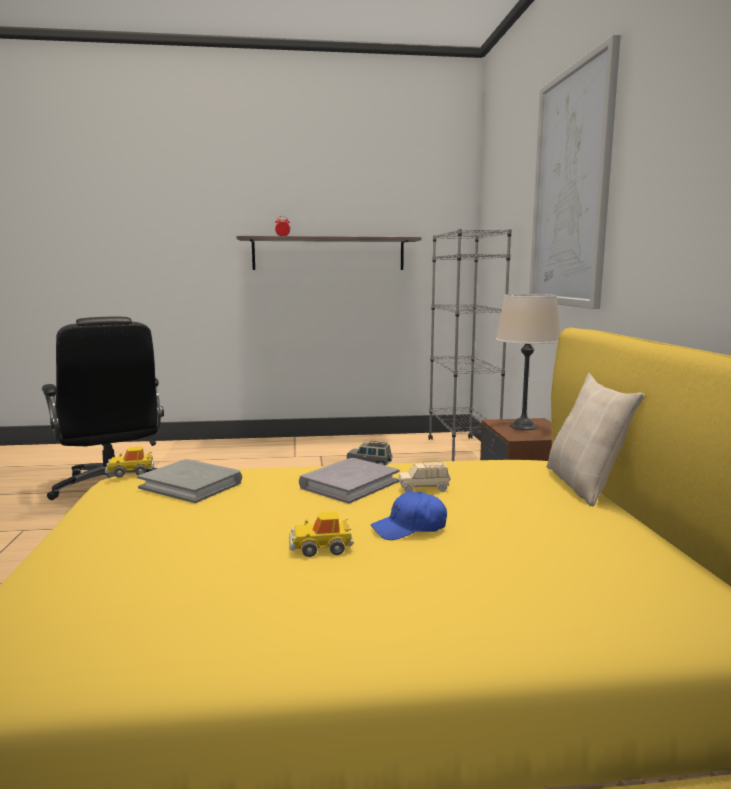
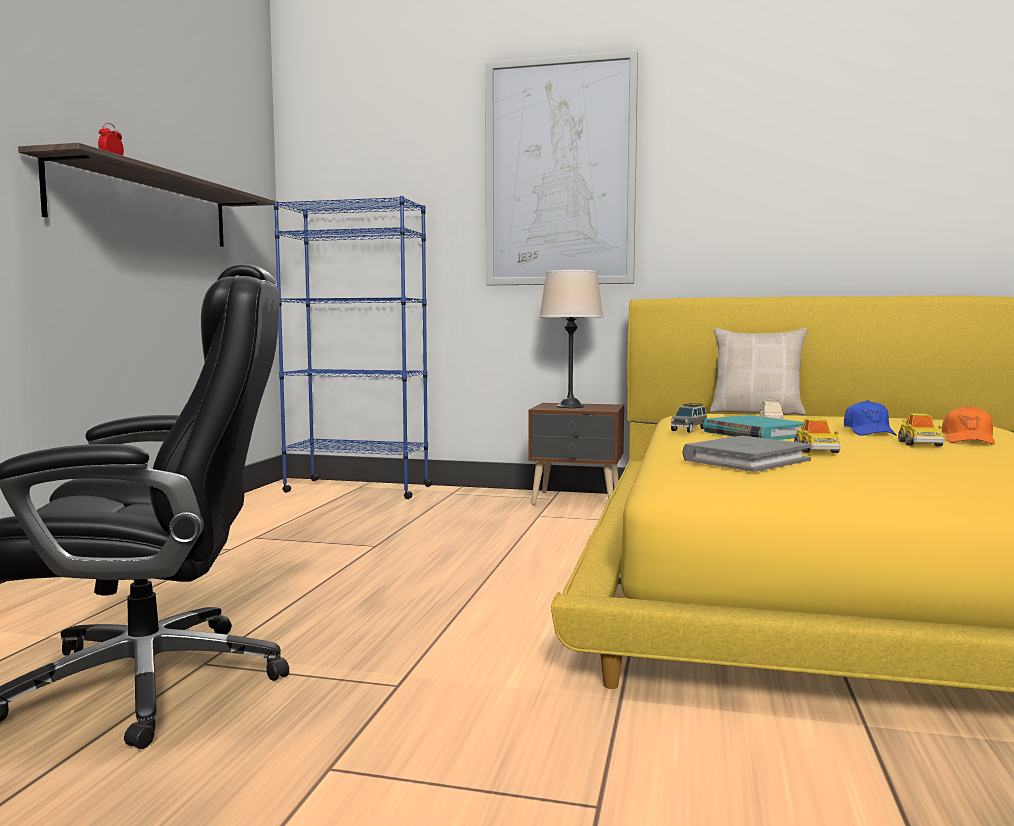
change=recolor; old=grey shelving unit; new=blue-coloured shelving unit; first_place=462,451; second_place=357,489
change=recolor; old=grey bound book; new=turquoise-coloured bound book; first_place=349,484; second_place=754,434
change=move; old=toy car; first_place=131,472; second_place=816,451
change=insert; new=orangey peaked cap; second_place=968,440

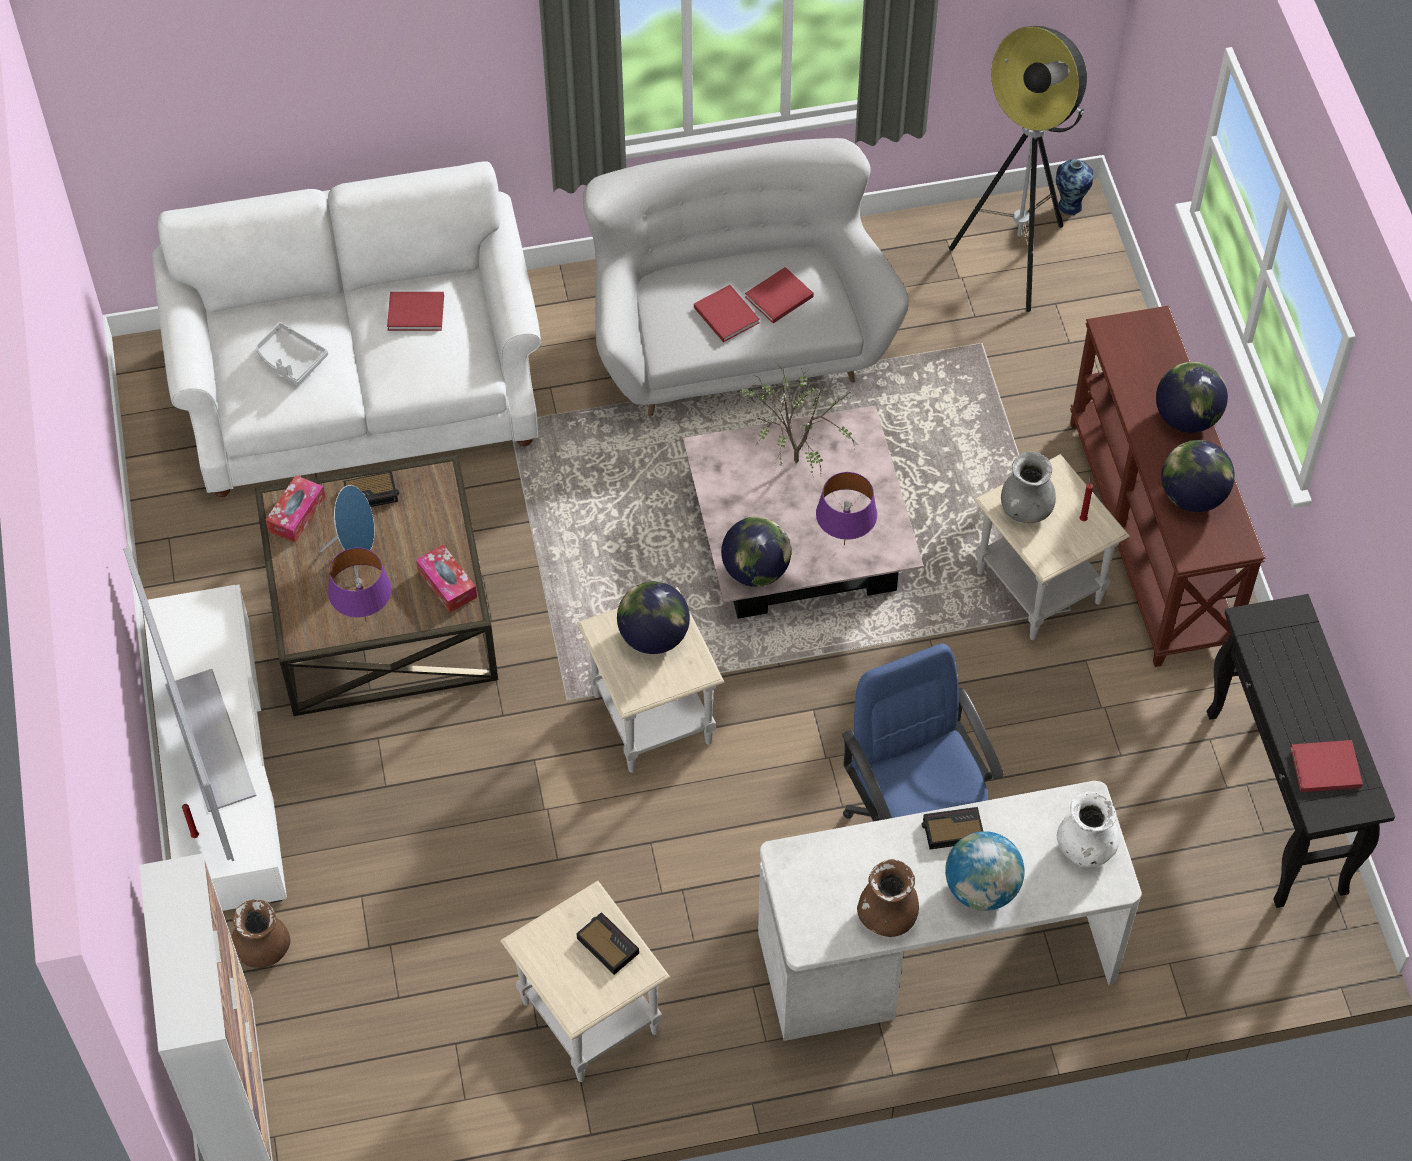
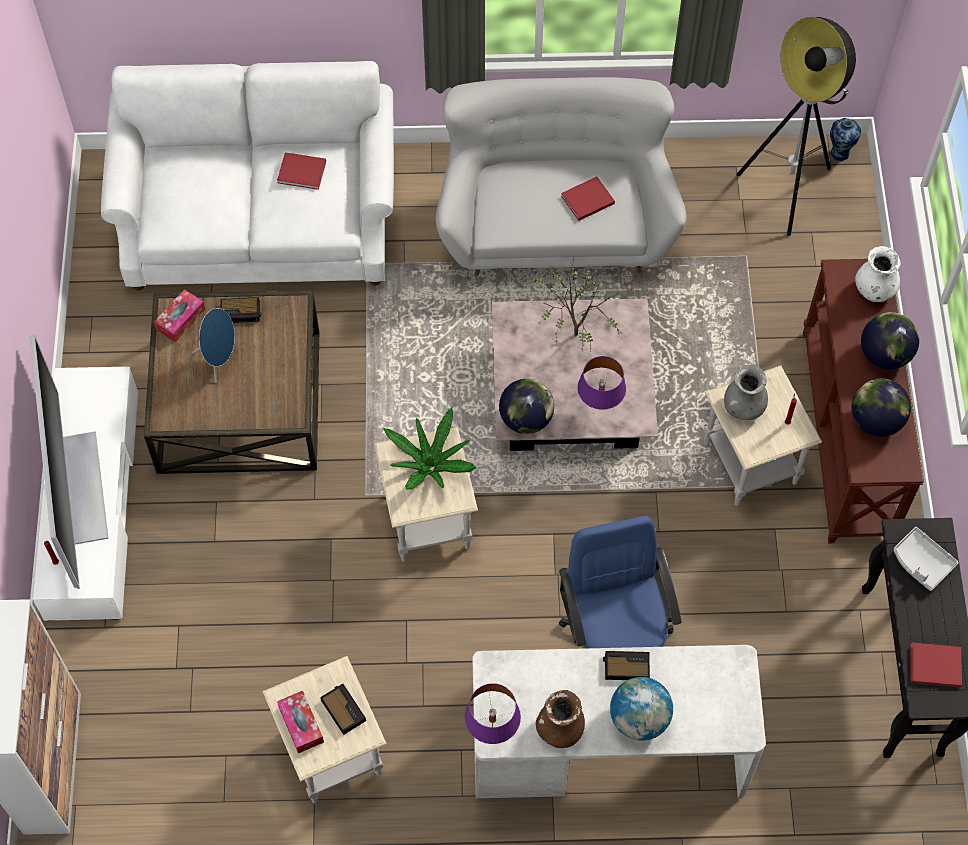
change=move; old=tissue holder; first_place=447,584; second_place=301,724
change=replace; old=globe; new=houseplant; first_place=653,636; second_place=430,464
change=move; old=purplish tabletop lamp; first_place=366,622; second_place=492,734
change=move; old=whitish flower vase; first_place=1085,848; second_place=874,290
change=move; old=grey serving tray; first_place=290,360; second_place=921,562
change=delete; old=brown-coloured flower vase; first_place=263,950
change=delete; old=red-coloured bound book; first_place=725,314

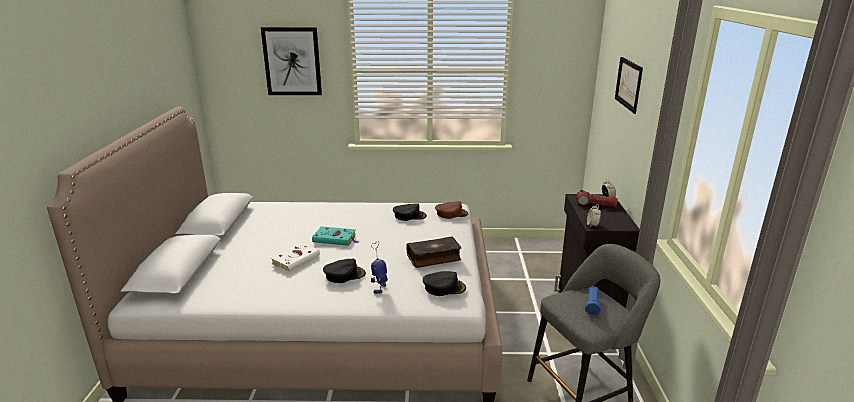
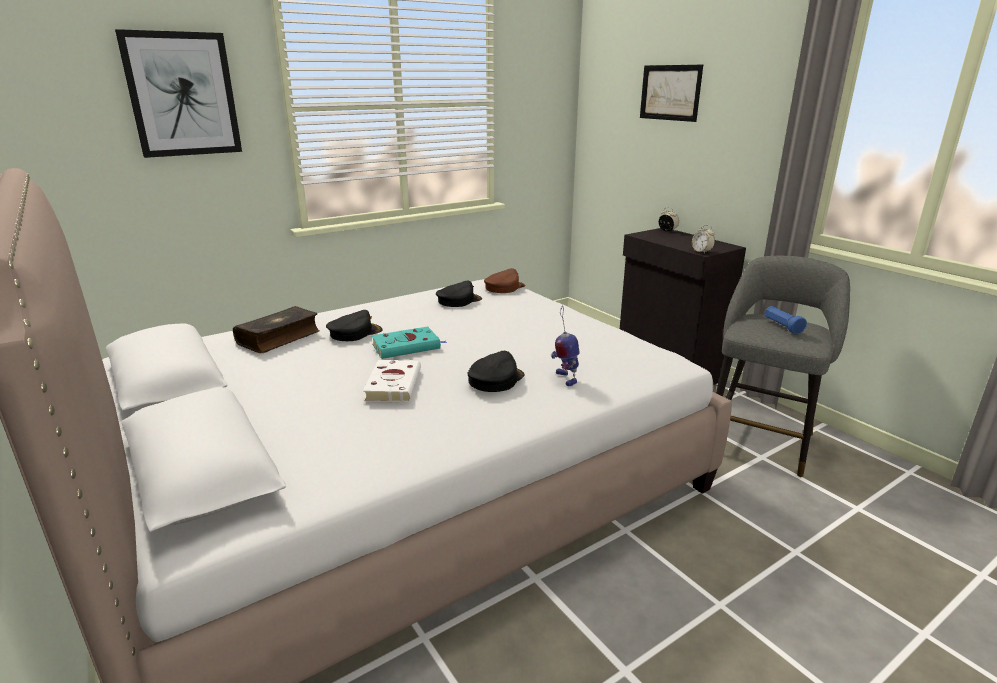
change=move; old=bound book; first_place=434,257; second_place=279,338
change=move; old=blackish peaked cap; first_place=444,287; second_place=355,333
change=delete; old=torch; first_place=595,204

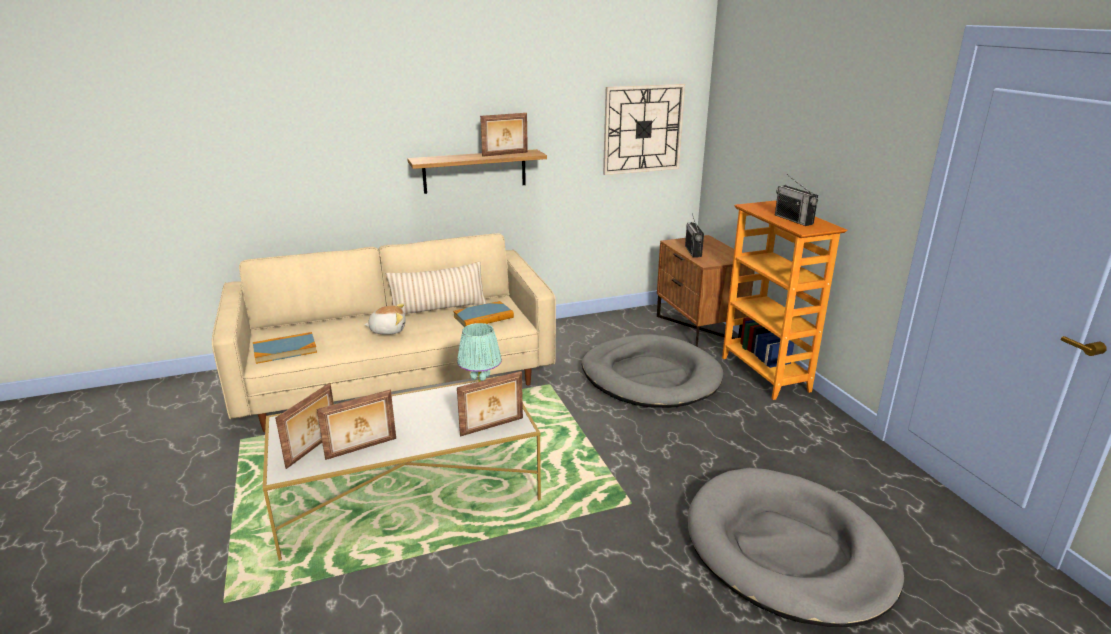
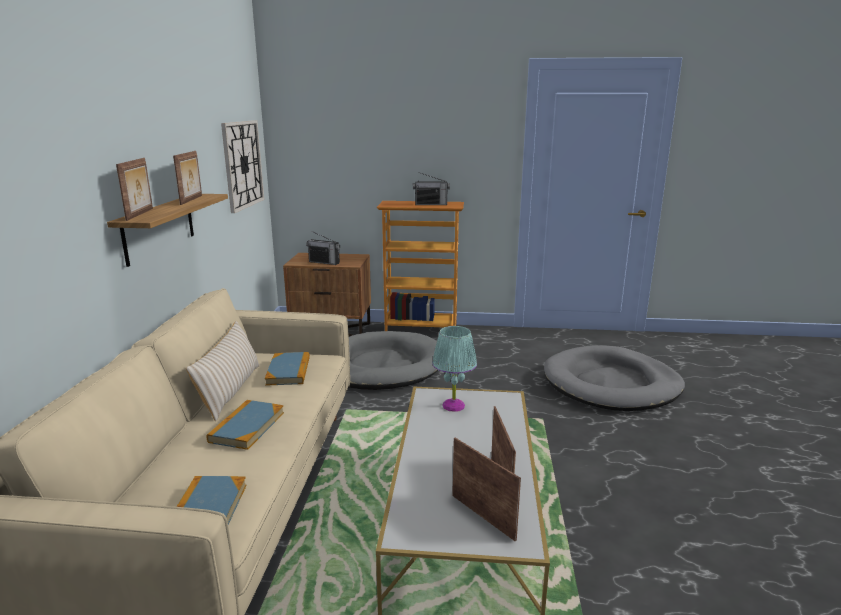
change=move; old=standing frame; first_place=492,427; second_place=141,214
change=replace; old=cuddly toy; new=bound book; first_place=388,330; second_place=247,427

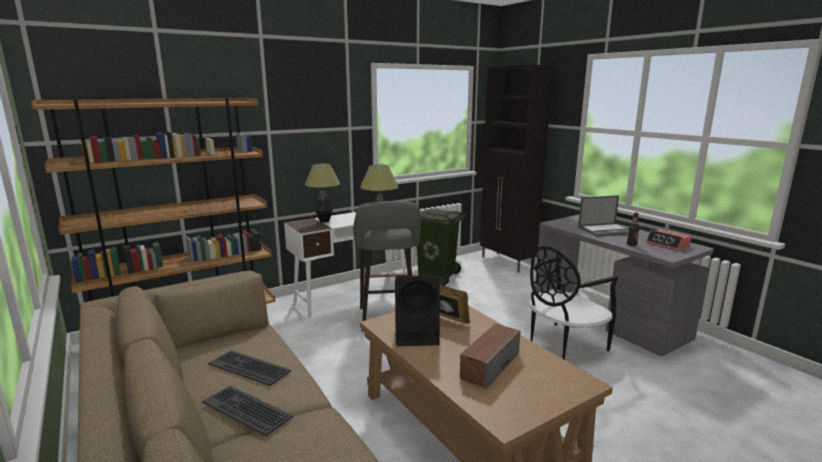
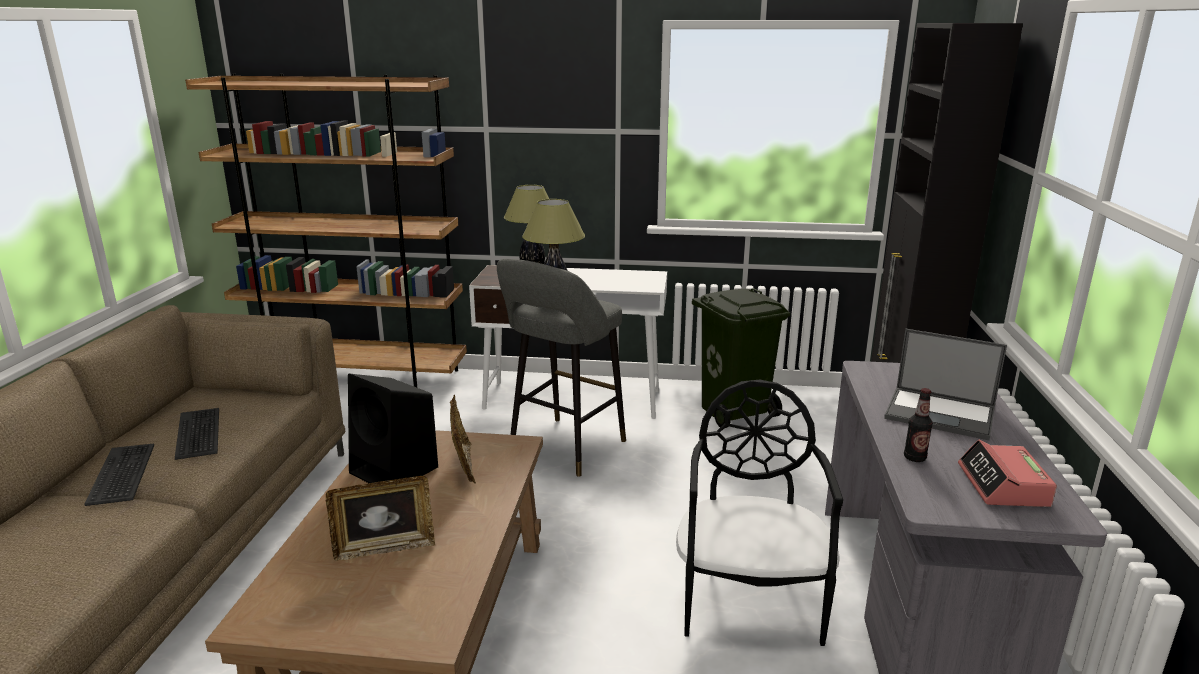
change=replace; old=speaker; new=standing frame; first_place=490,365; second_place=384,548
change=rotate; old=blackish upright chair; first_place=563,344; second_place=750,600; degrees=90

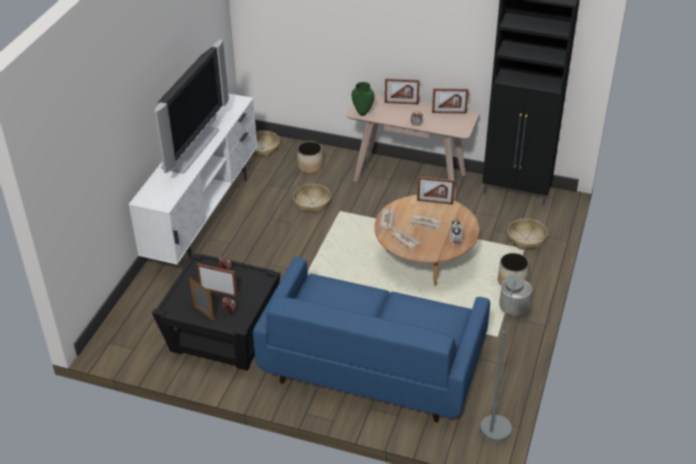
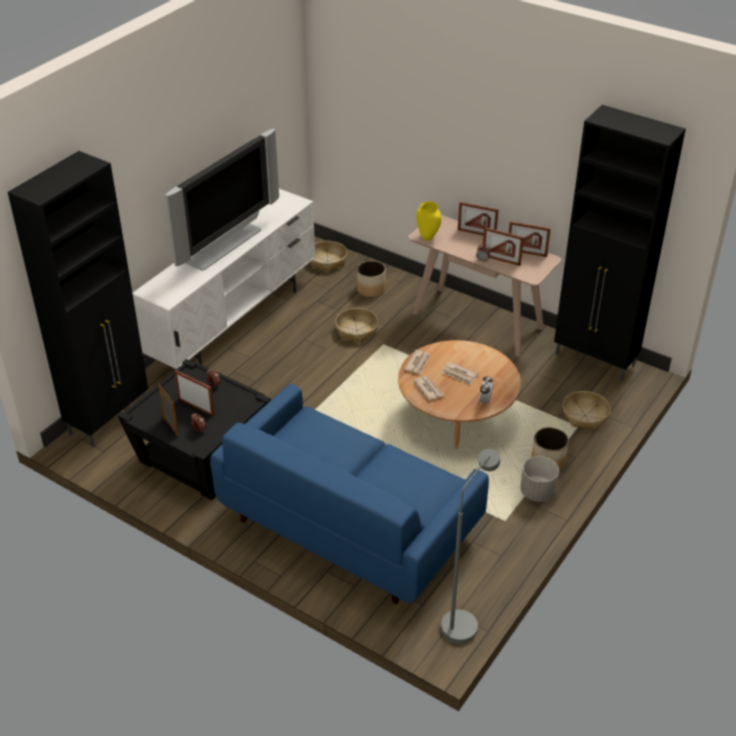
change=insert; new=blackish storage cabinet; second_place=110,418
change=recolor; old=green-coloured flower vase; new=yellow-coloured flower vase; first_place=362,113; second_place=427,238
change=move; old=standing frame; first_place=435,202; second_place=501,260

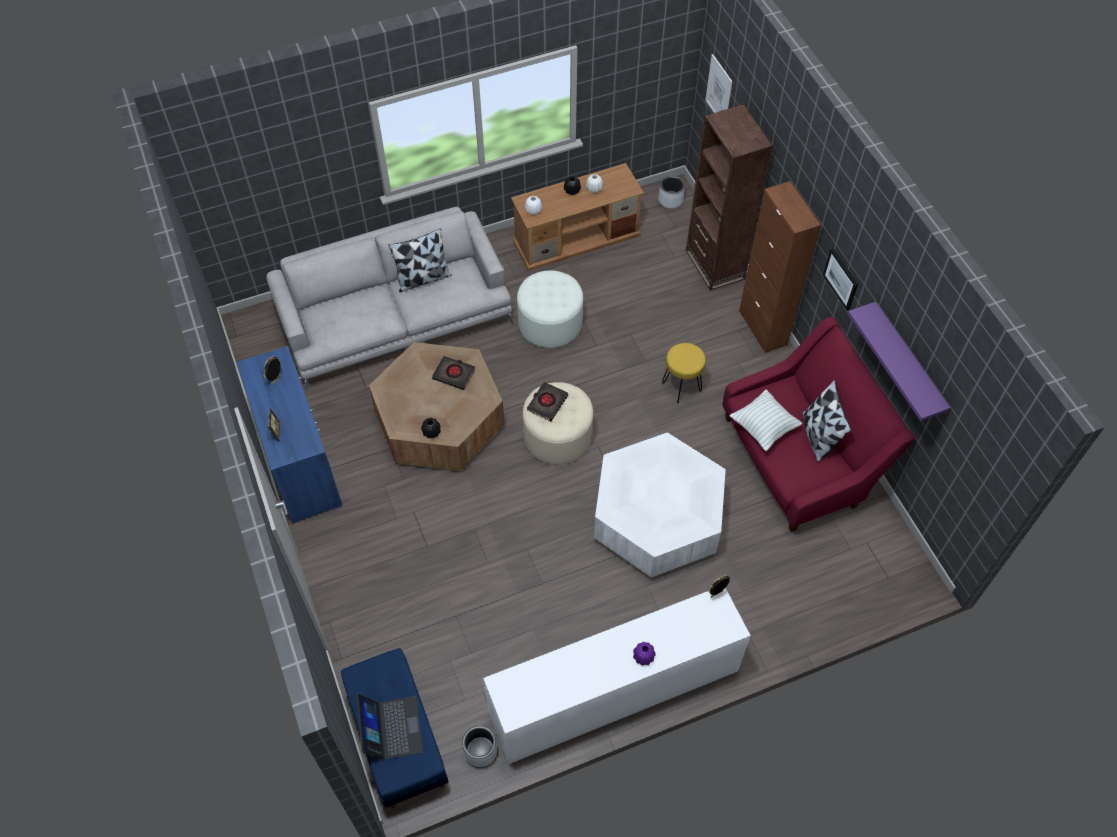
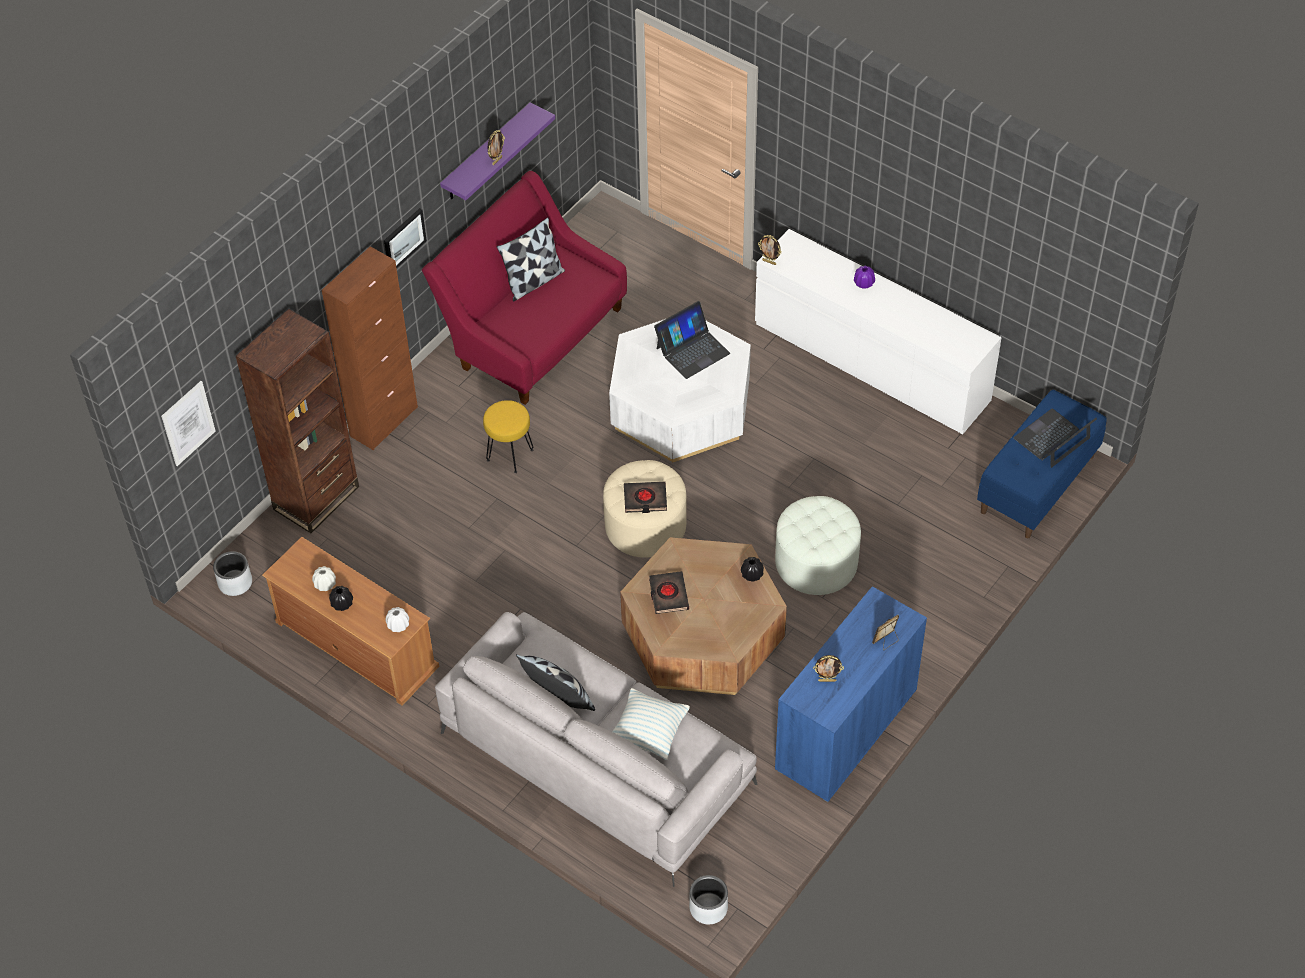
change=insert; new=standing frame; second_place=497,160
change=move; old=throw pillow; first_place=763,427; second_place=649,733
change=insert; new=portable computer; second_place=692,350
change=move; old=grey plant pot; first_place=480,750; second_place=708,908
change=move; old=whitish footrest; first_place=550,323; second_place=816,563

